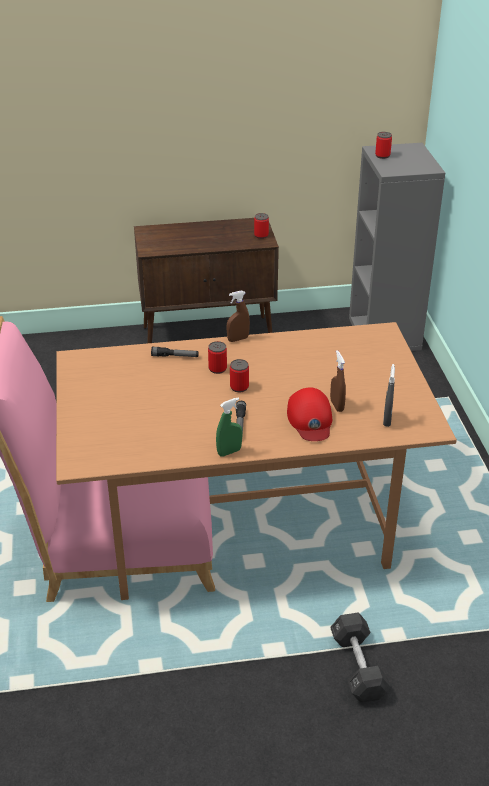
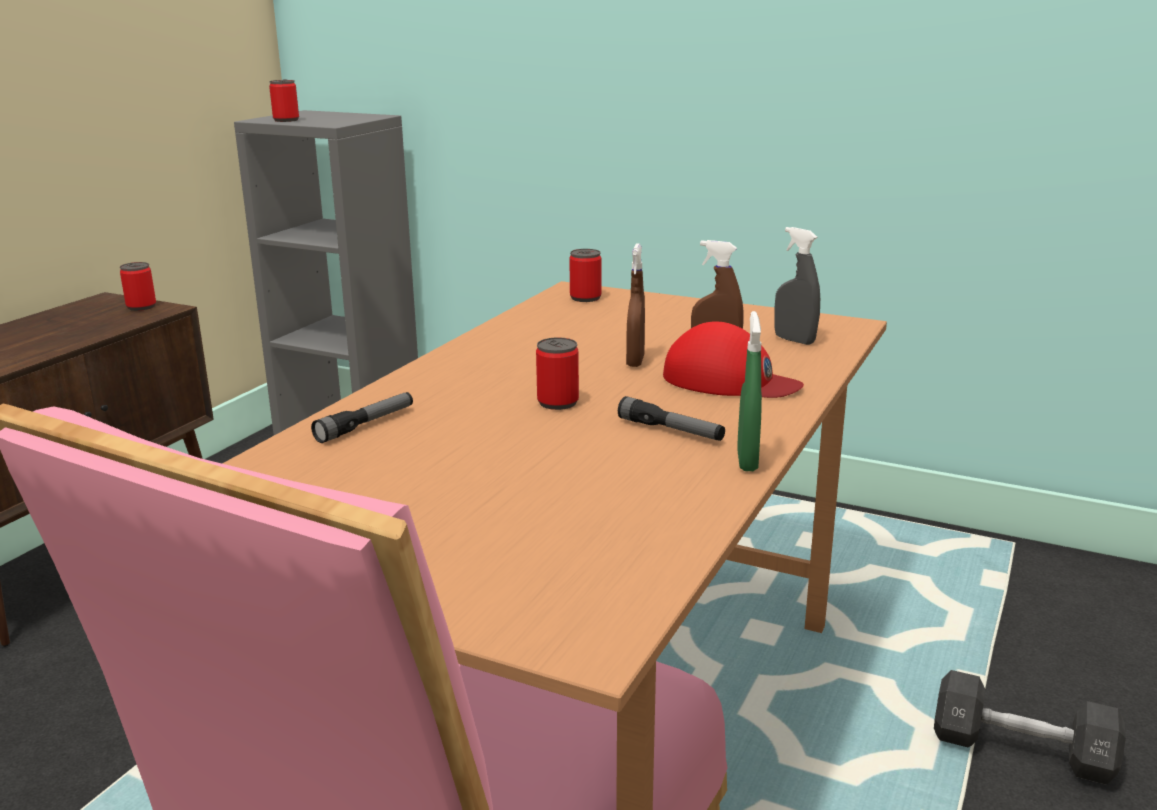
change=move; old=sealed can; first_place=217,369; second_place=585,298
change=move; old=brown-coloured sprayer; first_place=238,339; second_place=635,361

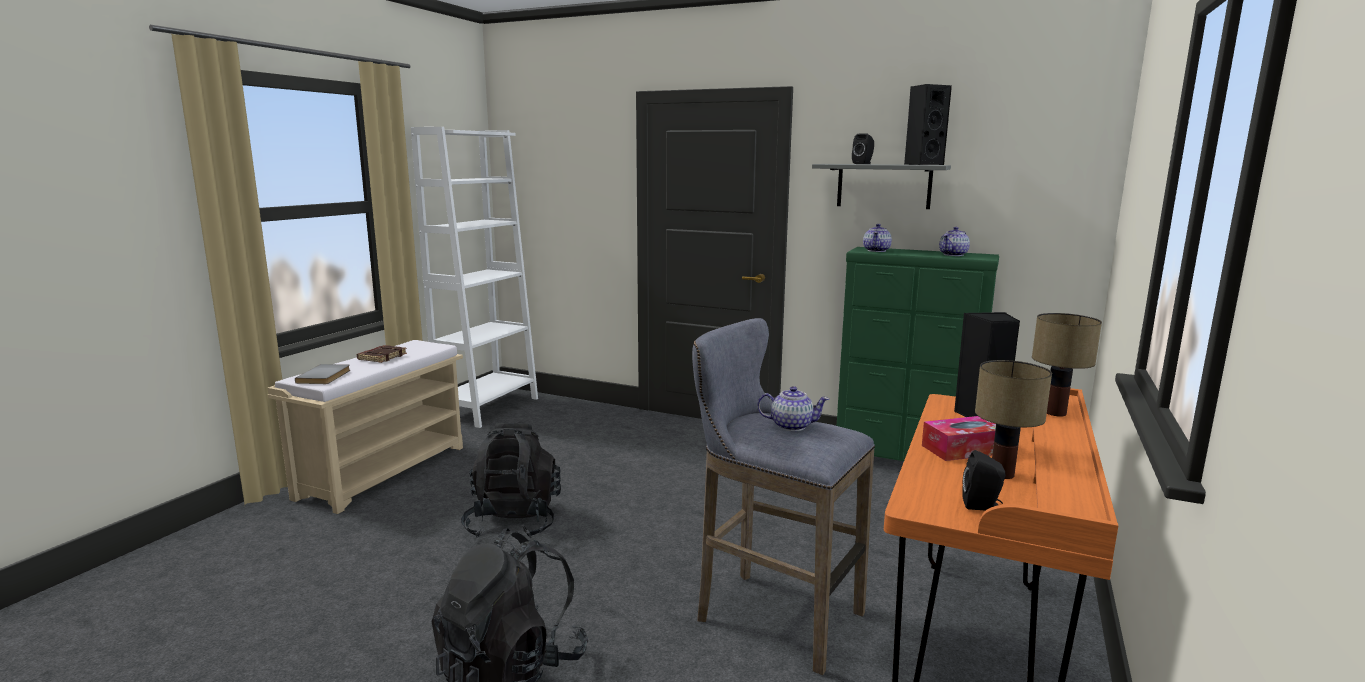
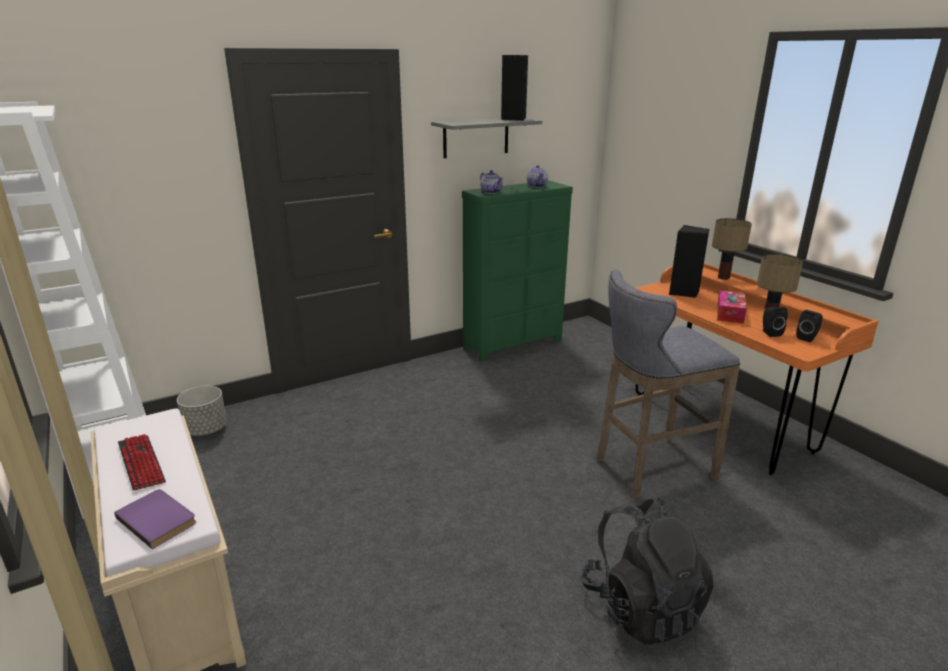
change=recolor; old=grey bound book; new=purplish bound book; first_place=325,376; second_place=159,519
change=replace; old=brown-coloured bound book; new=PC keyboard; first_place=382,357; second_place=141,463
change=insert; new=grey plant pot; second_place=206,429
change=move; old=blackish speaker; first_place=863,164; second_place=769,333
change=delete; old=blackish knapsack; first_place=514,522
change=delete; old=pot for tea; first_place=791,426

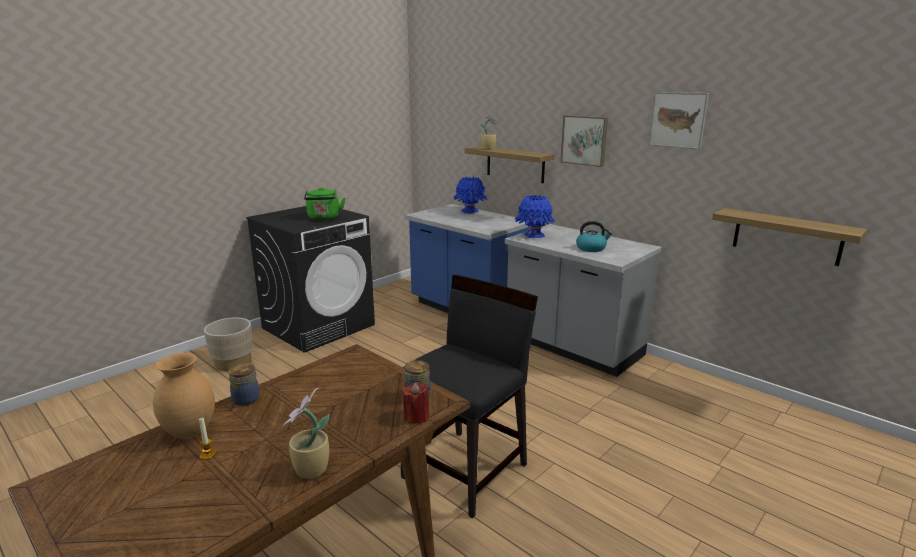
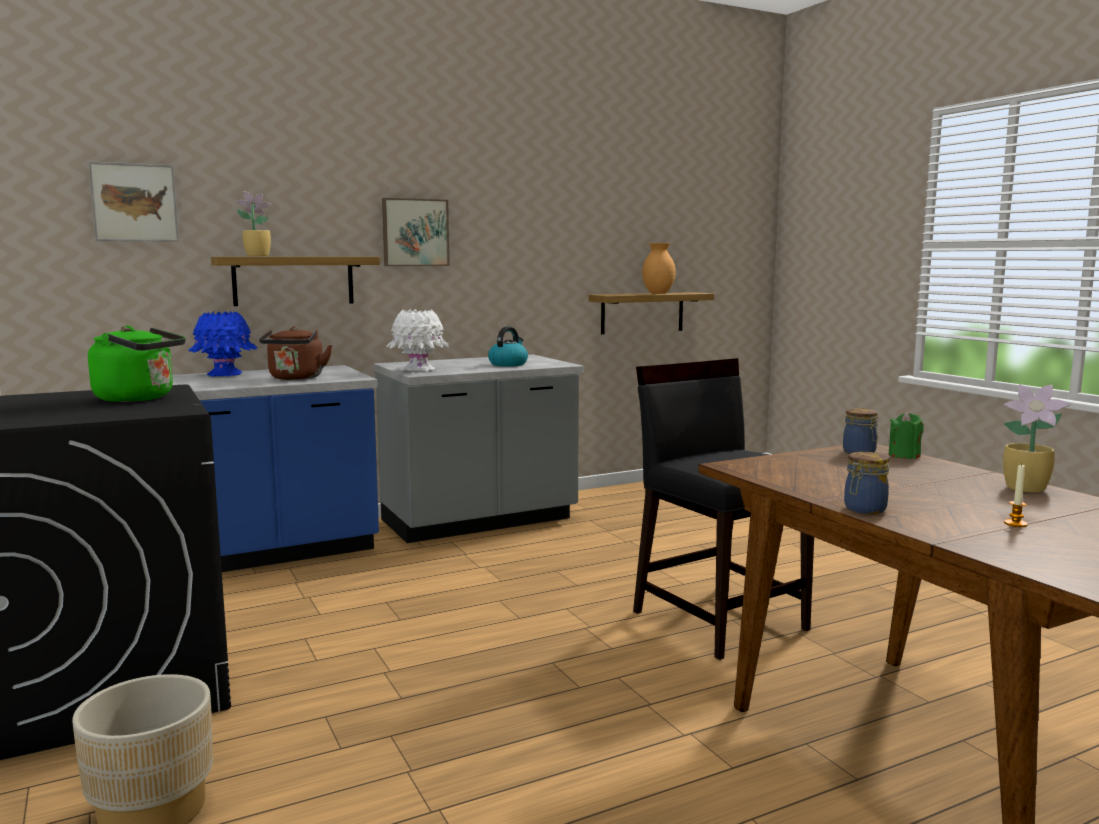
change=move; old=wall picture; first_place=677,120; second_place=134,202
change=insert; new=brown-coloured water kettle; second_place=295,378
change=recolor; old=blue-coloured flower vase; new=whitish flower vase; first_place=534,235; second_place=418,370
change=move; old=brown-coloured flower vase; first_place=189,433; second_place=658,293
change=recolor; old=red-coloured wax light; new=green-coloured wax light; first_place=416,416; second_place=904,455

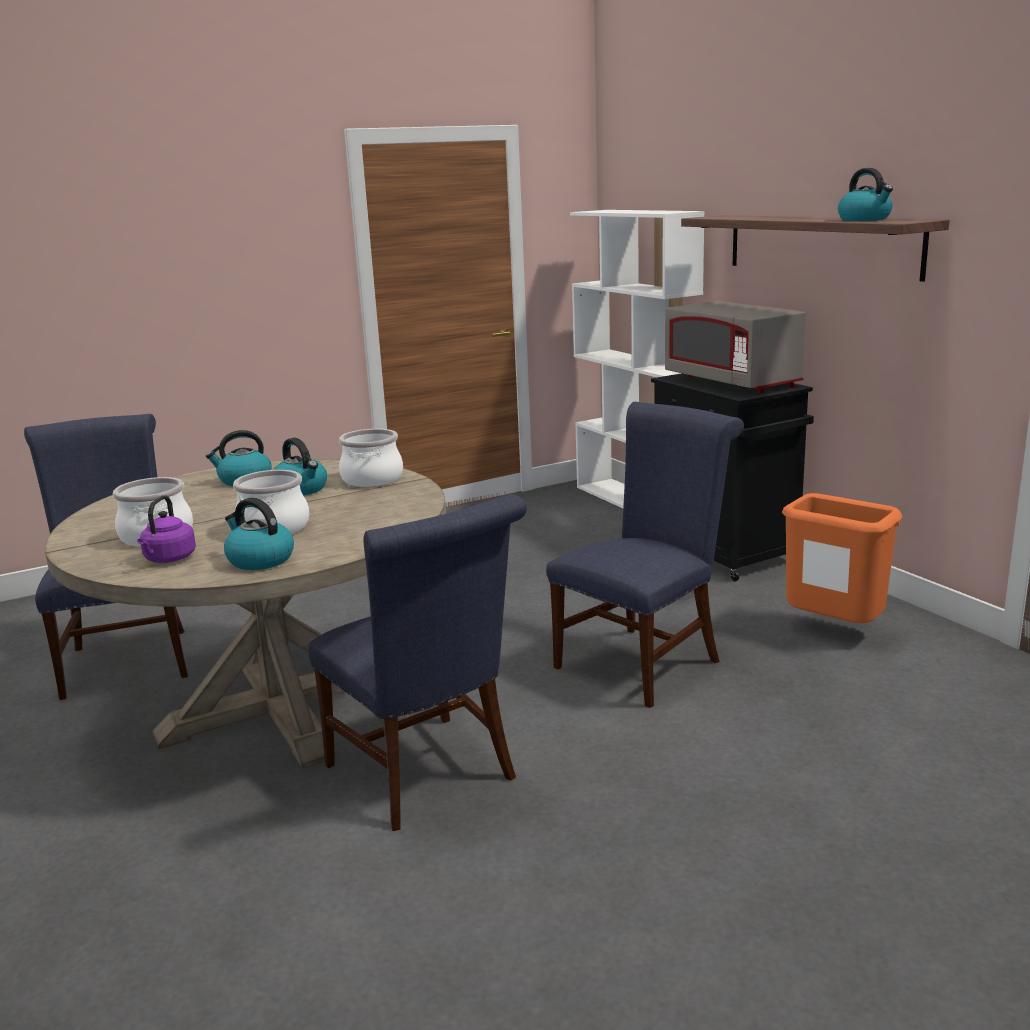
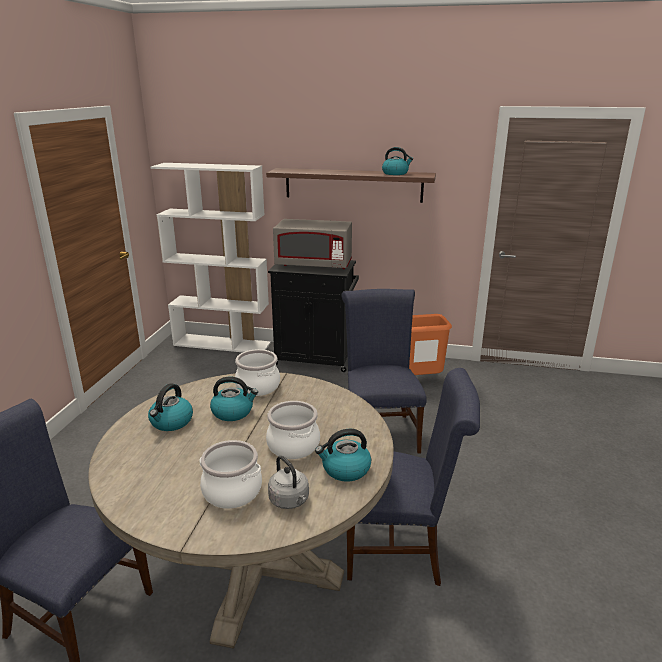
change=recolor; old=purplish water kettle; new=grey water kettle; first_place=168,559; second_place=290,501

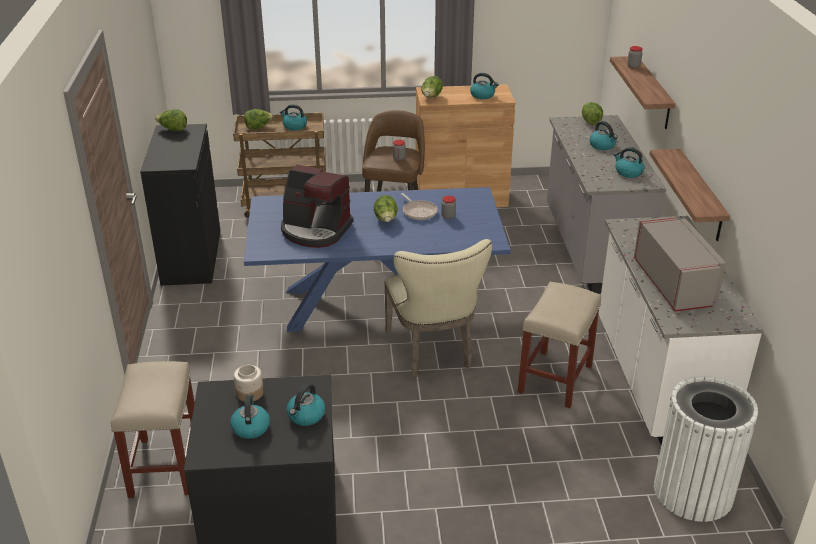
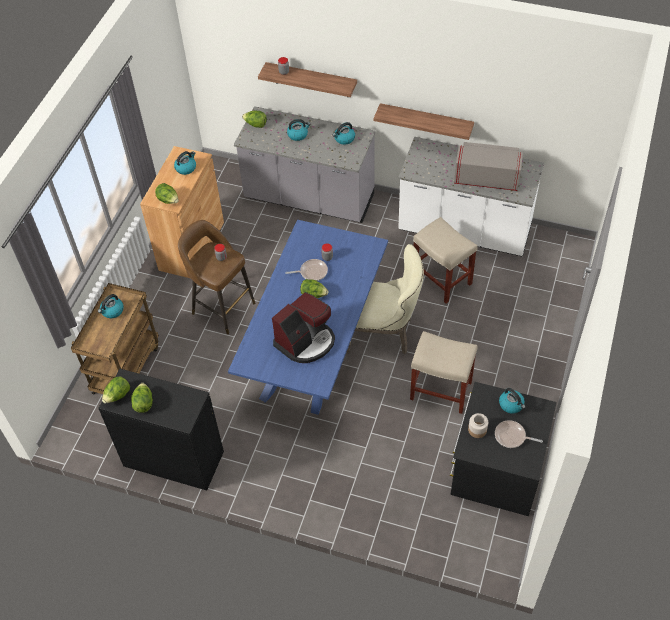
change=move; old=lettuce head; first_place=258,127; second_place=143,403
change=move; old=beige-coloured sitting stool; first_place=165,465; second_place=440,390
change=replace; old=water kettle; new=pan; first_place=250,427; second_place=512,436
change=delete; old=whitish rubbish bin; first_place=693,491

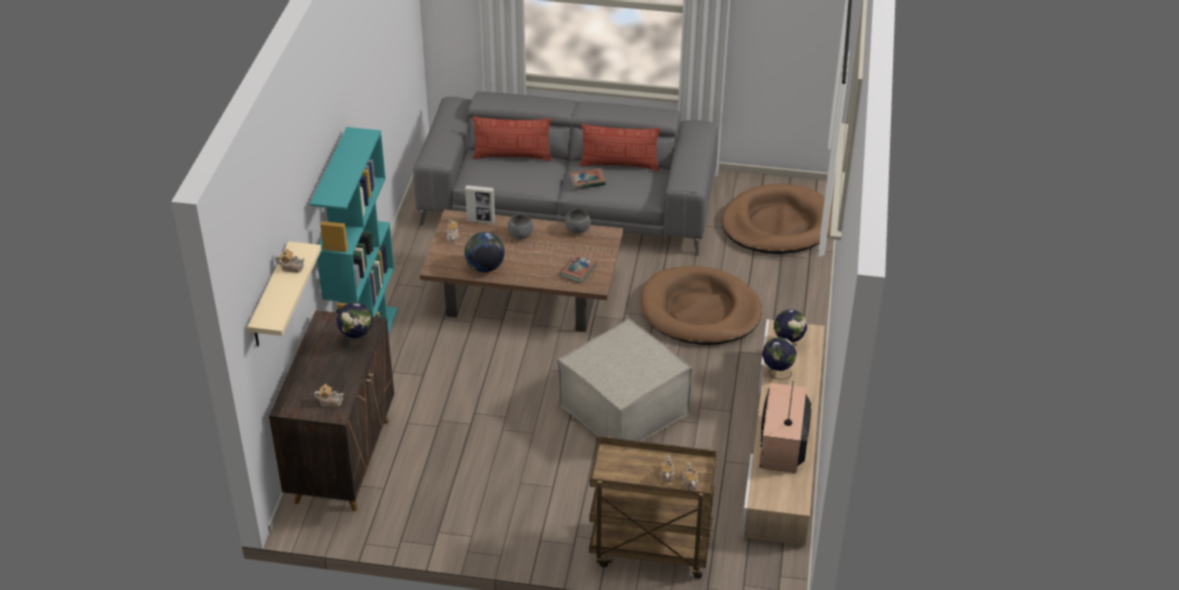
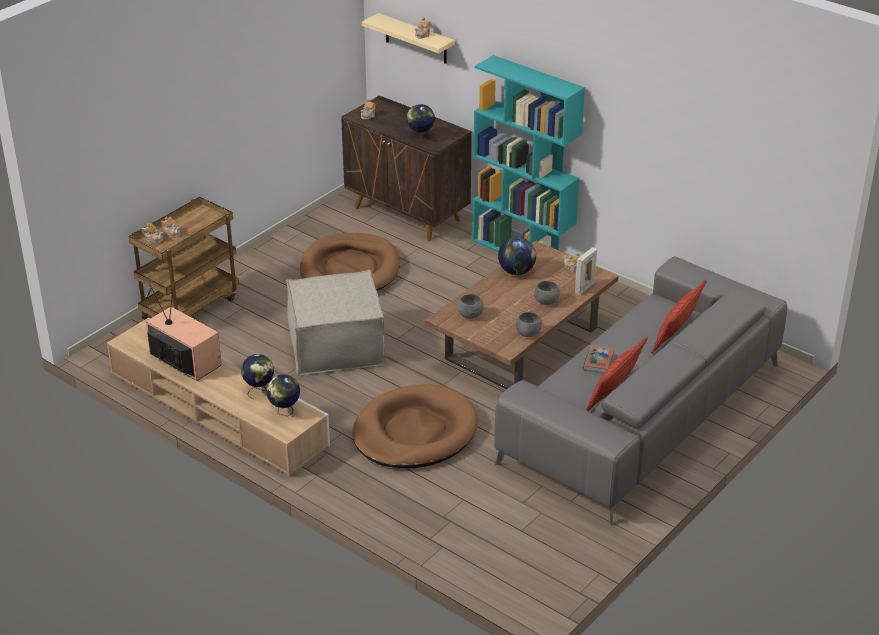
change=move; old=brown-coloured dog cushion; first_place=777,224; second_place=350,269
change=replace; old=bound book; new=grey bowl; first_place=578,270; second_place=470,315

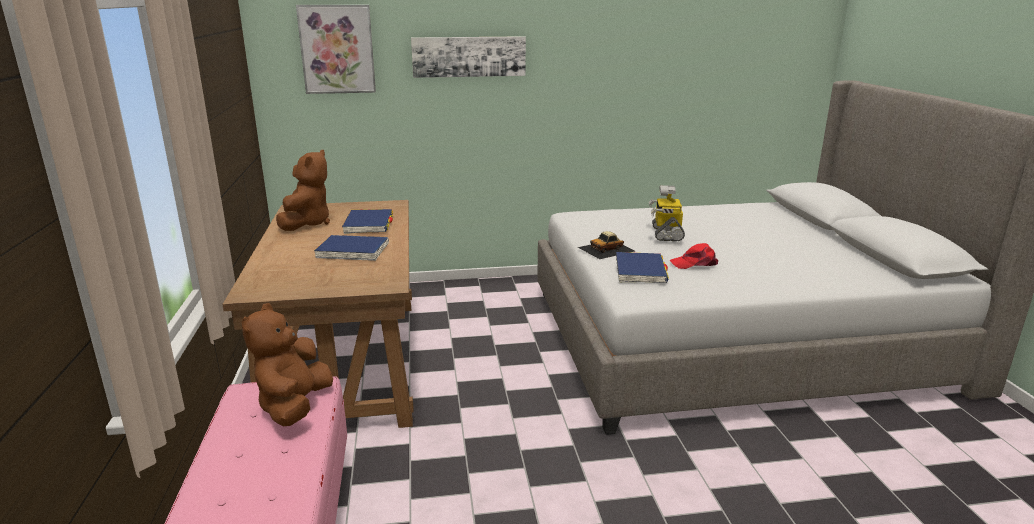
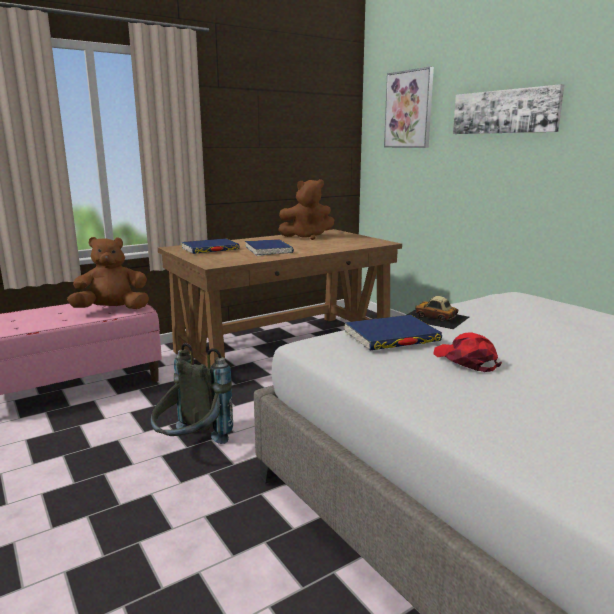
change=insert; new=grey knapsack; second_place=191,447
change=move; old=blue-coloured bound book; first_place=368,224; second_place=210,249
change=delete; old=toy robot; first_place=666,233

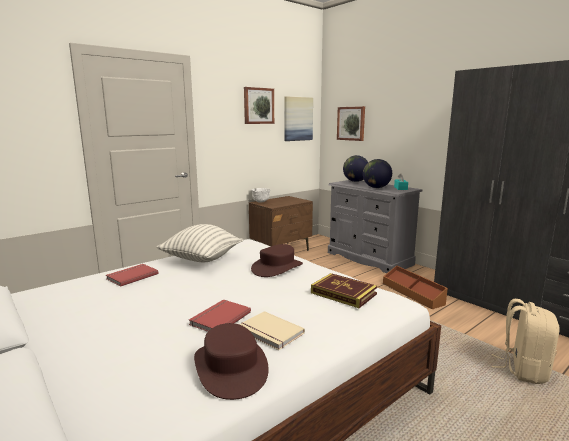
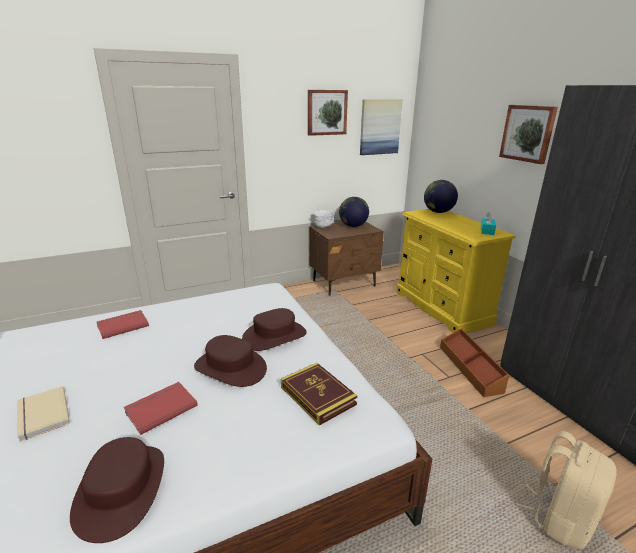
change=move; old=beige-coloured bound book; first_place=270,332; second_place=41,415
change=insert; new=brown-coloured wearable hat; second_place=231,367
change=move; old=globe; first_place=376,187; second_place=353,226
change=recolor; old=grey drawer chest; new=yellow-coloured drawer chest; first_place=369,258; second_place=441,307
change=move; old=wall picture; first_place=351,123; second_place=528,133
change=delete; old=throw pillow; first_place=201,260

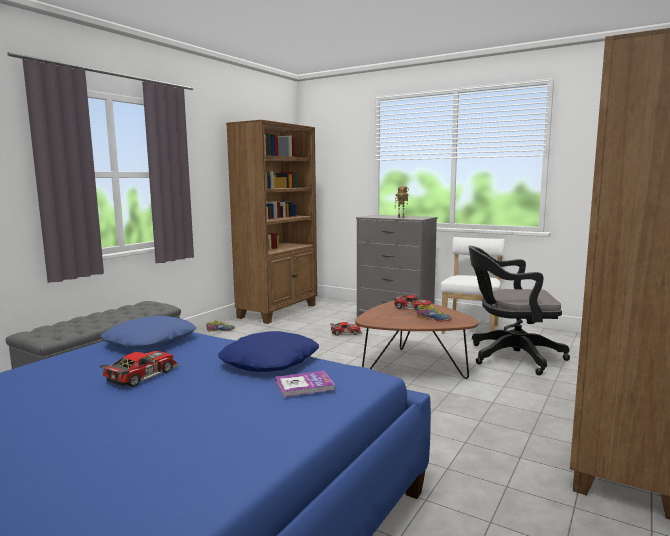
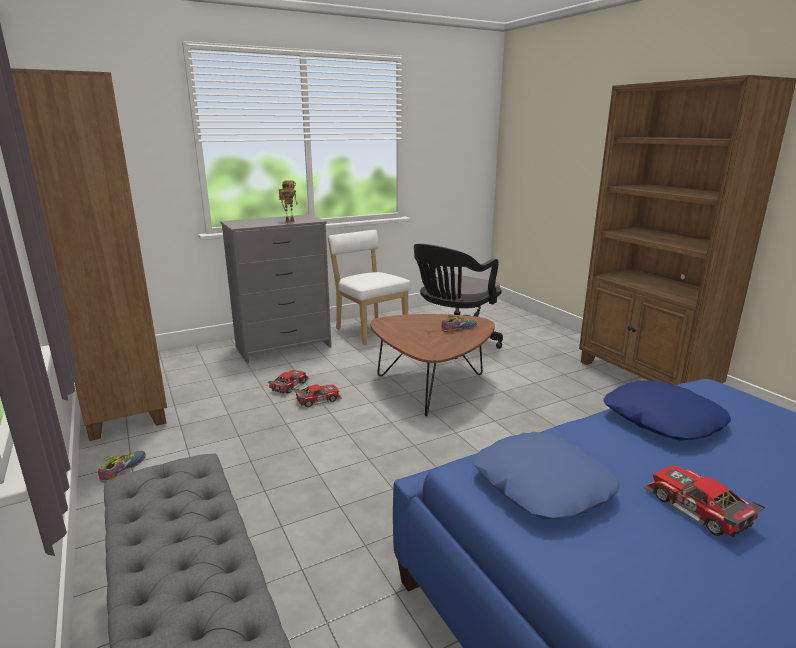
change=move; old=toy car; first_place=413,308; second_place=318,399
change=delete; old=bound book; first_place=304,385

